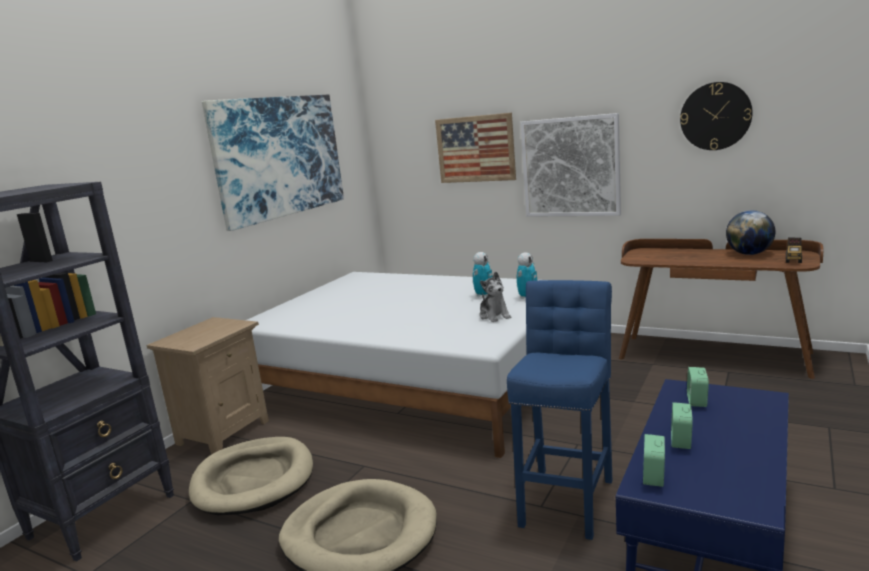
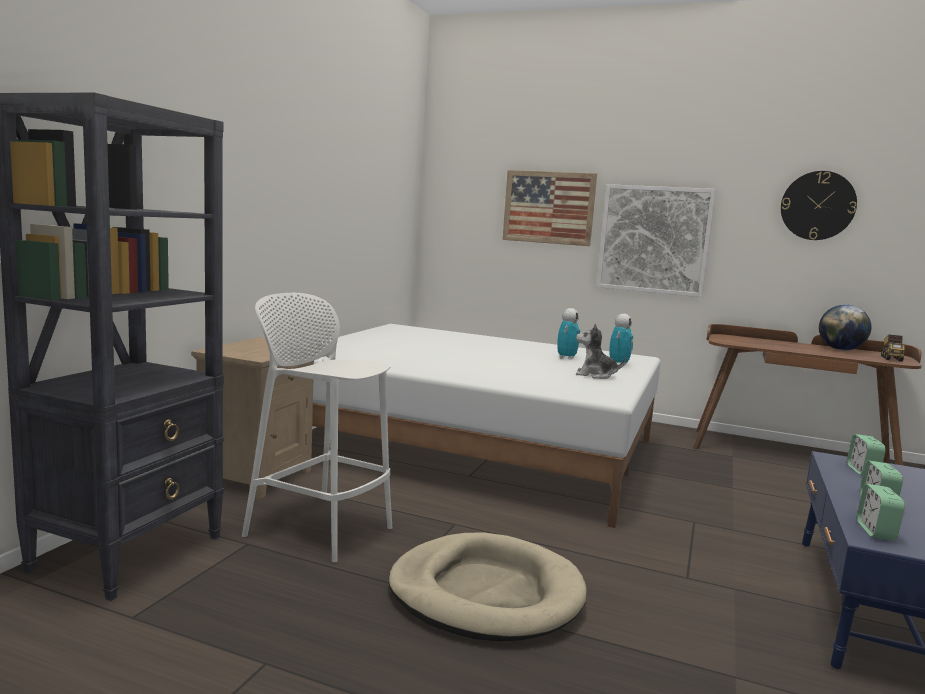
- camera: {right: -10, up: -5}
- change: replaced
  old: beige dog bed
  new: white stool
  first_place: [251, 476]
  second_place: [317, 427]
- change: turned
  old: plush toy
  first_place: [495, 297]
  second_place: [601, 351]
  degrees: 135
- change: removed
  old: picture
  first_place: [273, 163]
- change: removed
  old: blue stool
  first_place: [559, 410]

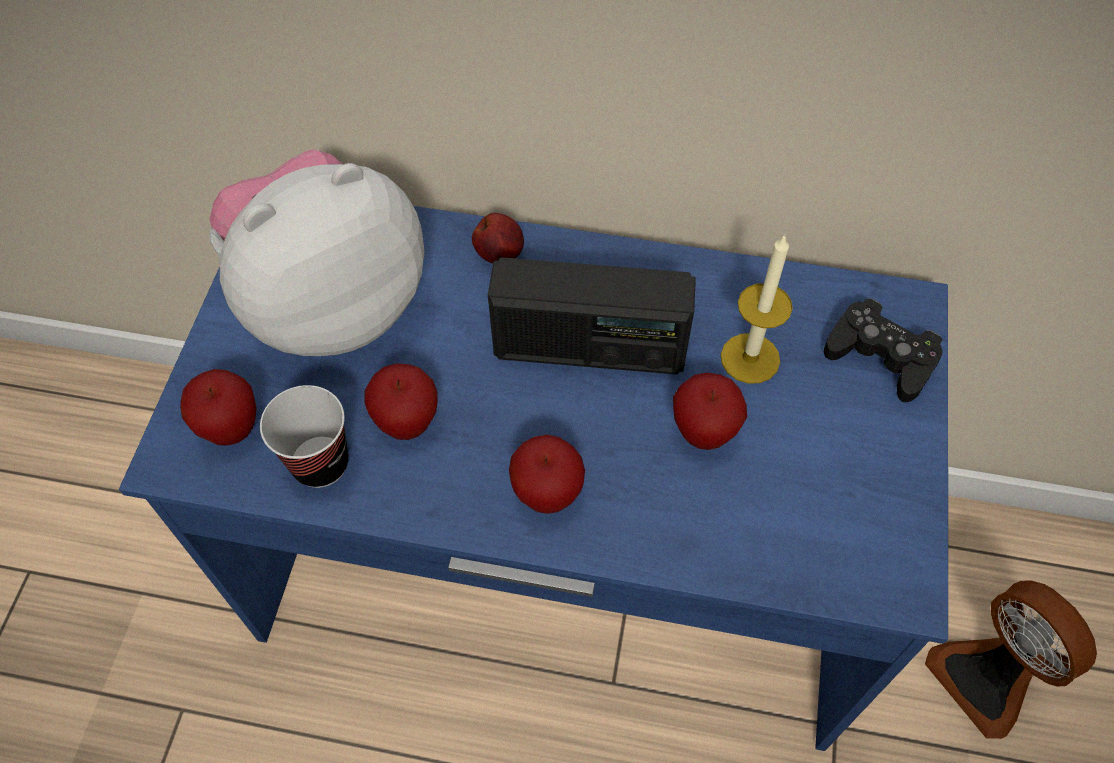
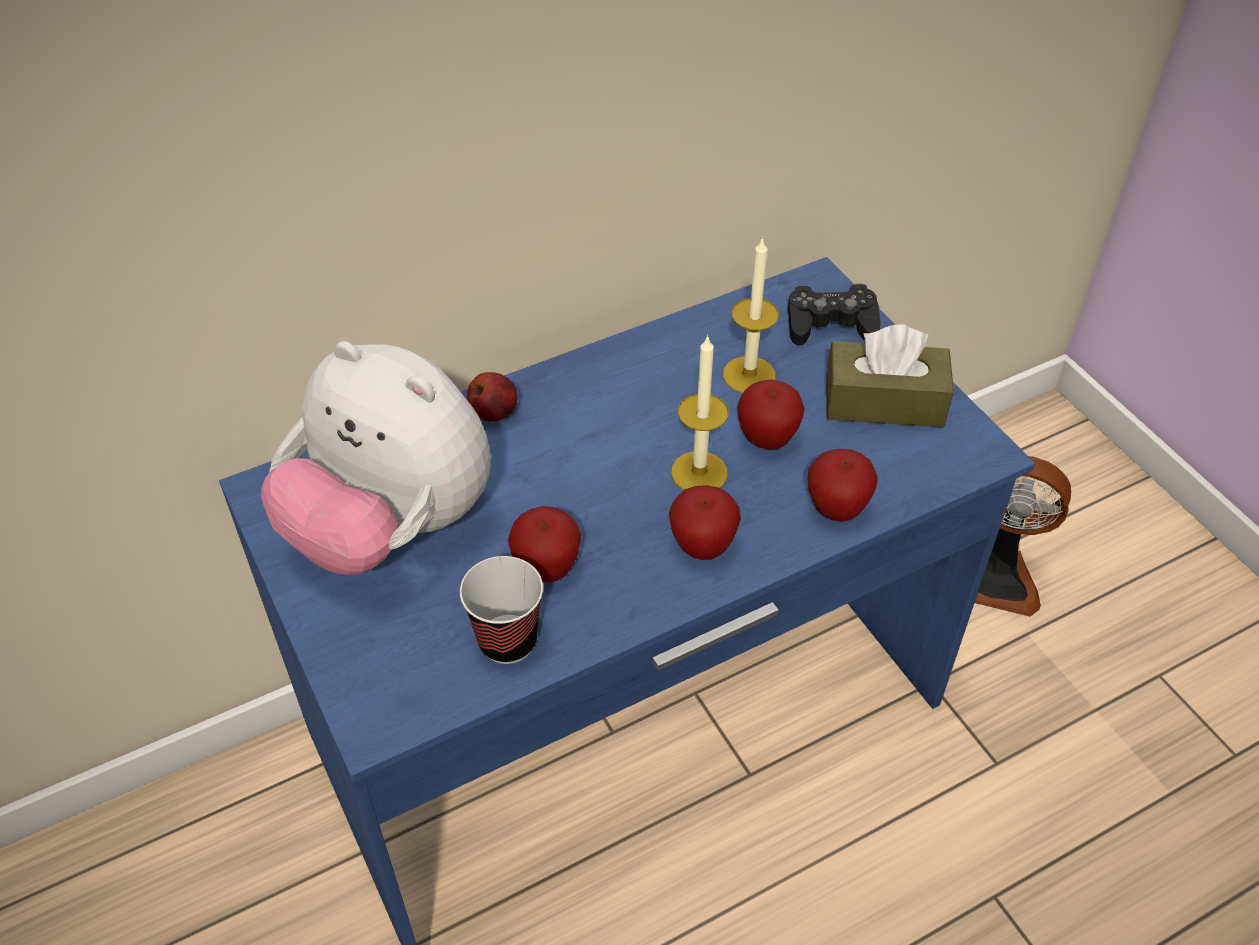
- camera: {right: -40, up: -10}
- change: turned
  old: plush toy
  first_place: [317, 252]
  second_place: [376, 458]
  degrees: -75
- change: added
  new: candle
  second_place: [699, 412]
- change: moved
  old: apple
  first_place: [218, 407]
  second_place: [843, 485]
- change: added
  new: brown tissue box
  second_place: [890, 376]
- change: removed
  old: radio
  first_place: [592, 316]

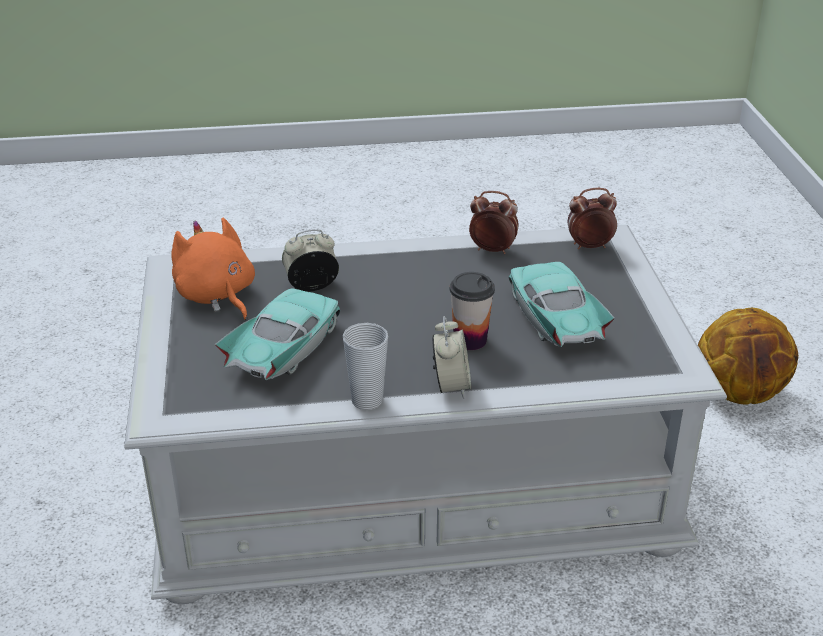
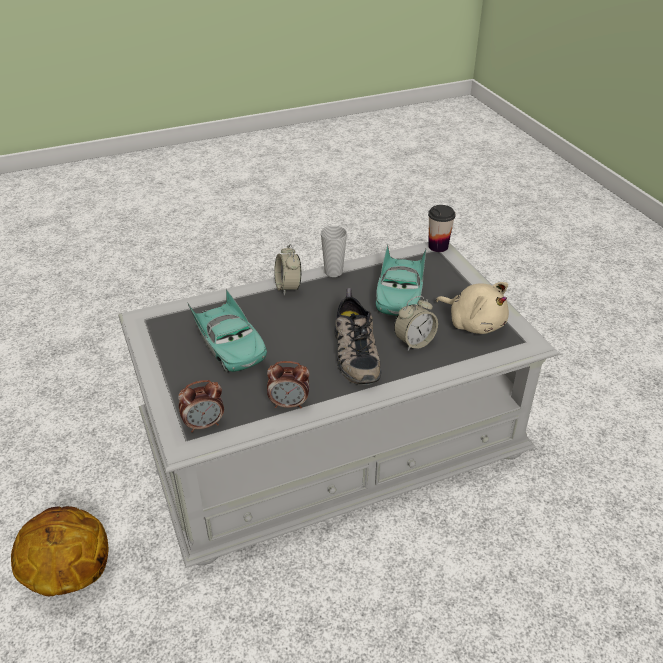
- camera: {right: 165, up: 5}
- change: added
  new: shoe
  second_place: [357, 336]
- change: moved
  old: cup
  first_place: [472, 311]
  second_place: [442, 228]
- change: recoloured
  old: orange plush toy
  new: beige plush toy
  first_place: [213, 269]
  second_place: [472, 308]

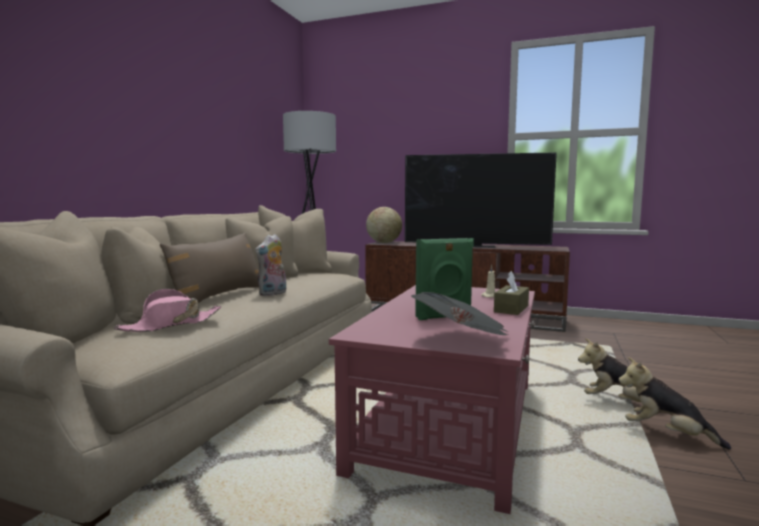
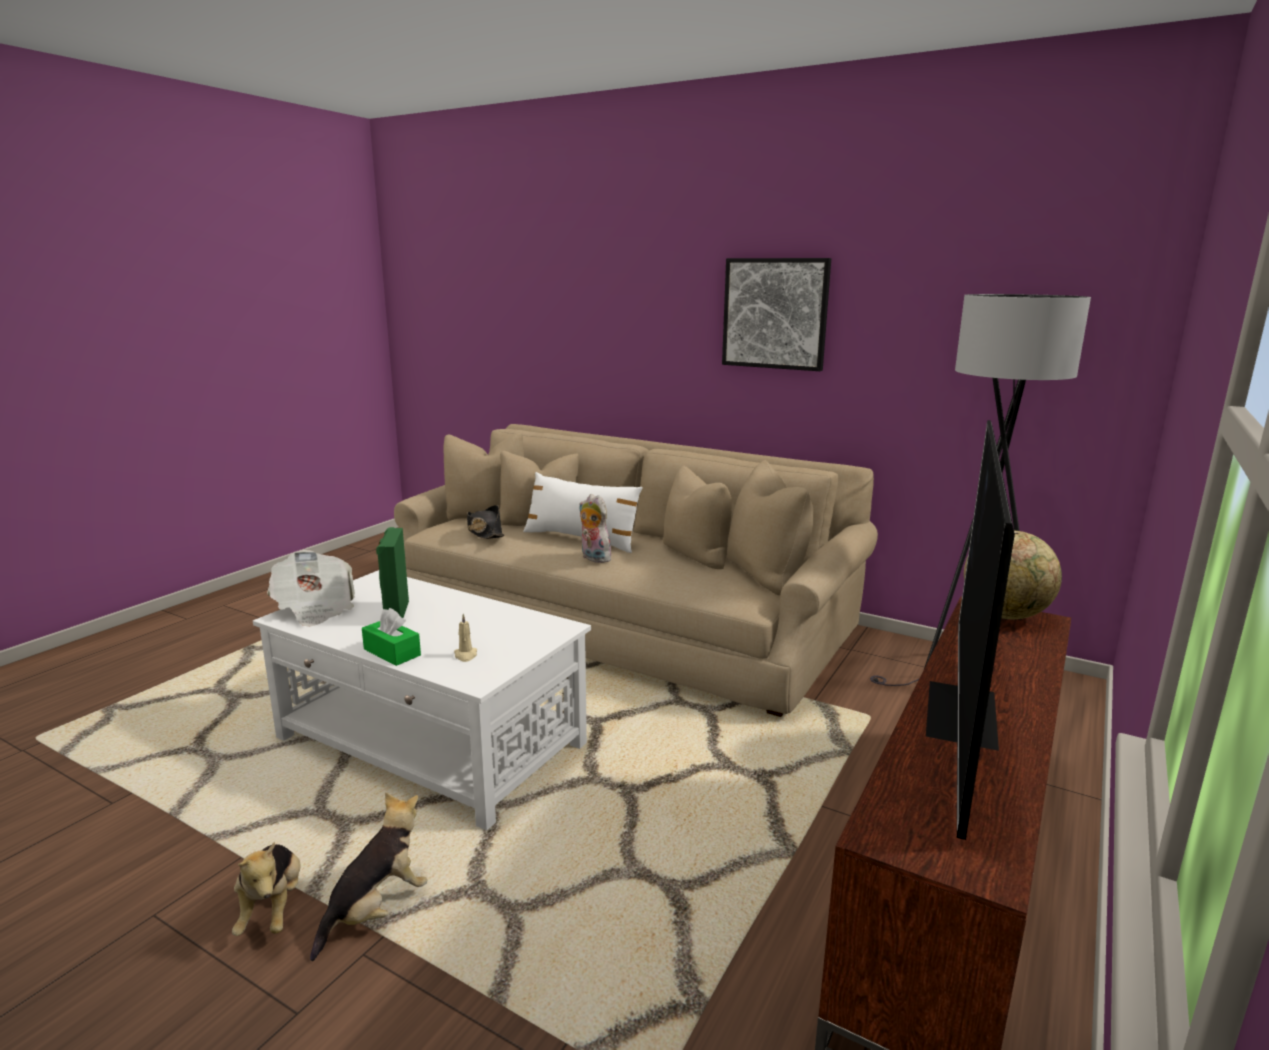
- camera: {right: 100, up: 10}
- change: turned
  old: plush toy
  first_place: [674, 403]
  second_place: [266, 889]
  degrees: 120
- change: recoloured
  old: red coffee table
  new: white coffee table
  first_place: [432, 399]
  second_place: [422, 700]
- change: recoloured
  old: brown tissue box
  new: green tissue box
  first_place: [511, 293]
  second_place: [391, 637]
- change: recoloured
  old: pink hat
  new: black hat
  first_place: [167, 310]
  second_place: [486, 522]
- change: recoloured
  old: brown pillow
  new: white pillow
  first_place: [209, 268]
  second_place: [583, 512]
- change: added
  new: picture
  second_place: [776, 314]

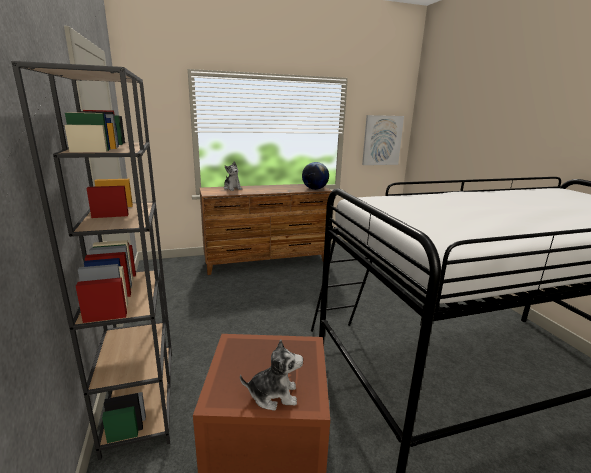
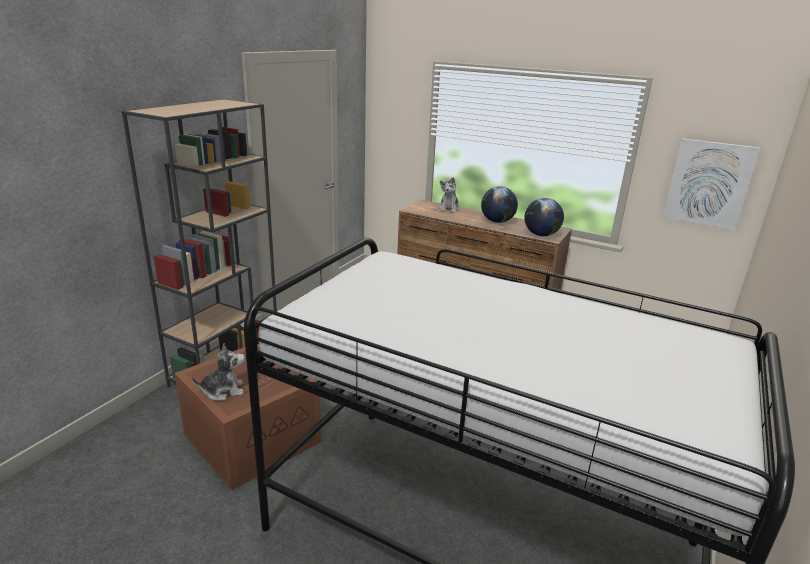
- camera: {right: 45, up: 5}
- change: turned
  old: plush toy
  first_place: [271, 375]
  second_place: [218, 372]
  degrees: -60
- change: added
  new: globe
  second_place: [499, 204]

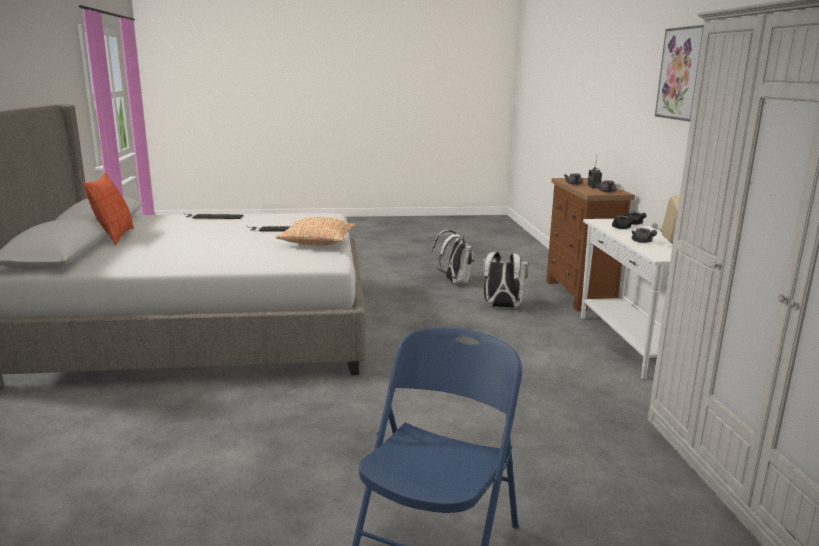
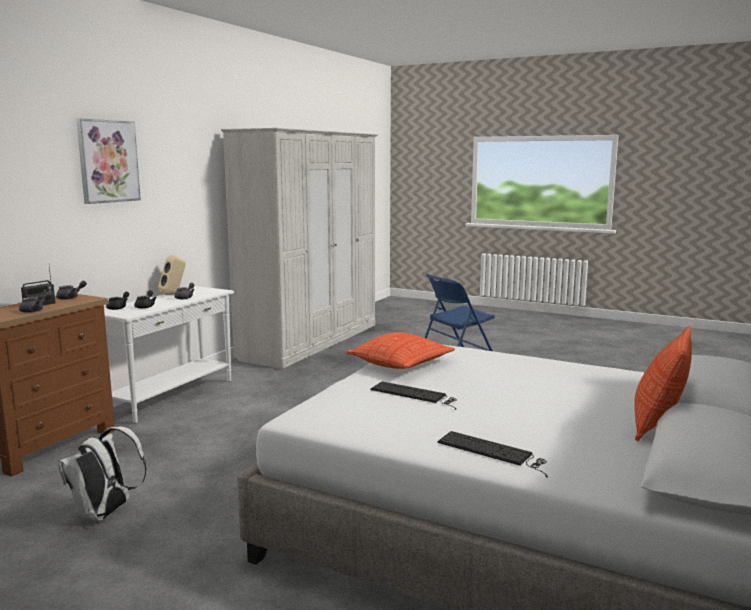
- camera: {right: -145, up: -5}
- change: recoloured
  old: beige pillow
  new: orange pillow
  first_place: [315, 231]
  second_place: [400, 350]
- change: removed
  old: white backpack
  first_place: [506, 280]

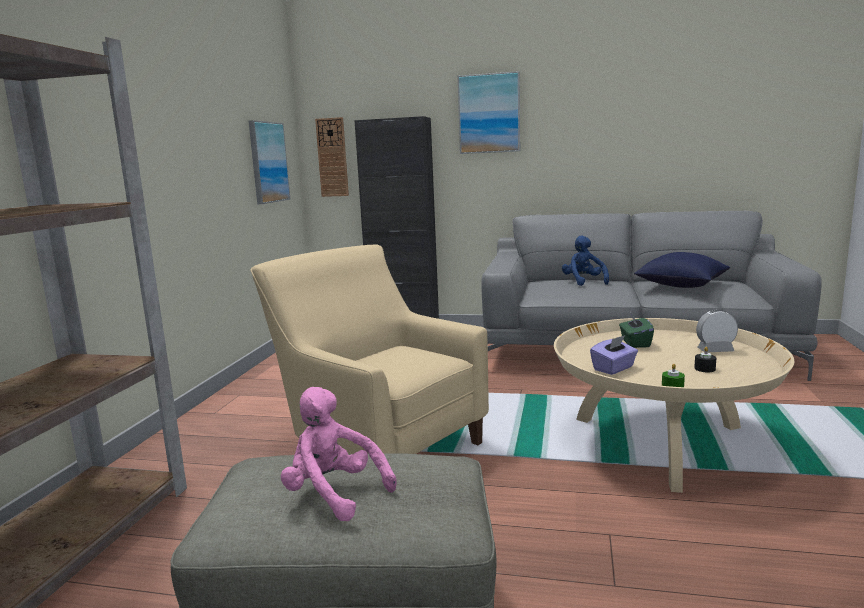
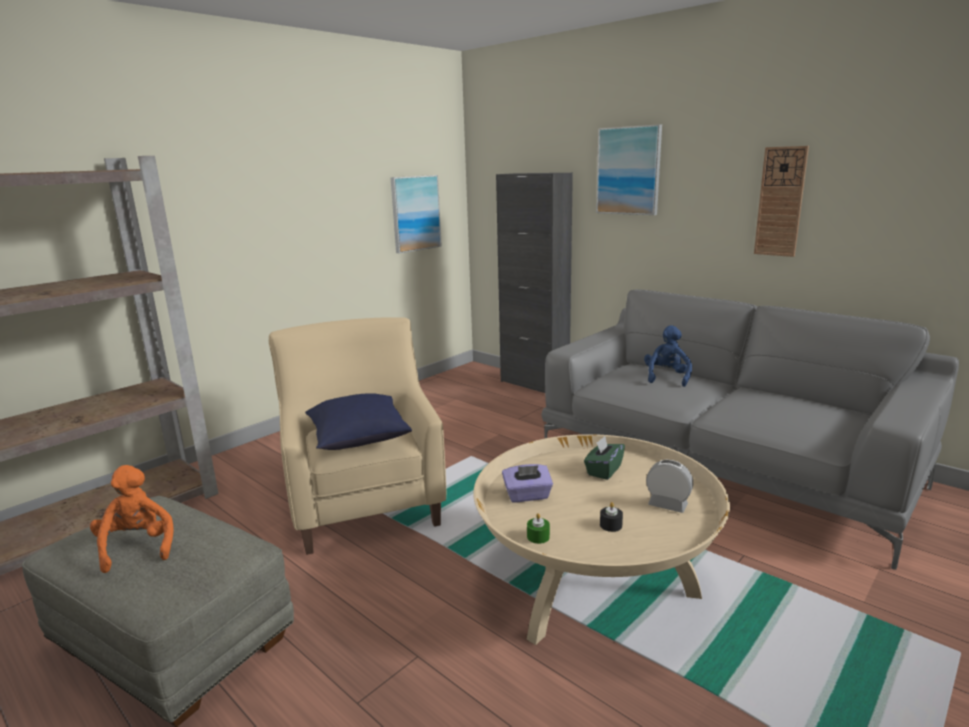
- camera: {right: 30, up: 5}
- change: recoloured
  old: pink plush toy
  new: orange plush toy
  first_place: [339, 454]
  second_place: [132, 519]
- change: moved
  old: blue pillow
  first_place: [682, 270]
  second_place: [358, 421]
- change: moved
  old: wall clock
  first_place: [332, 157]
  second_place: [781, 201]

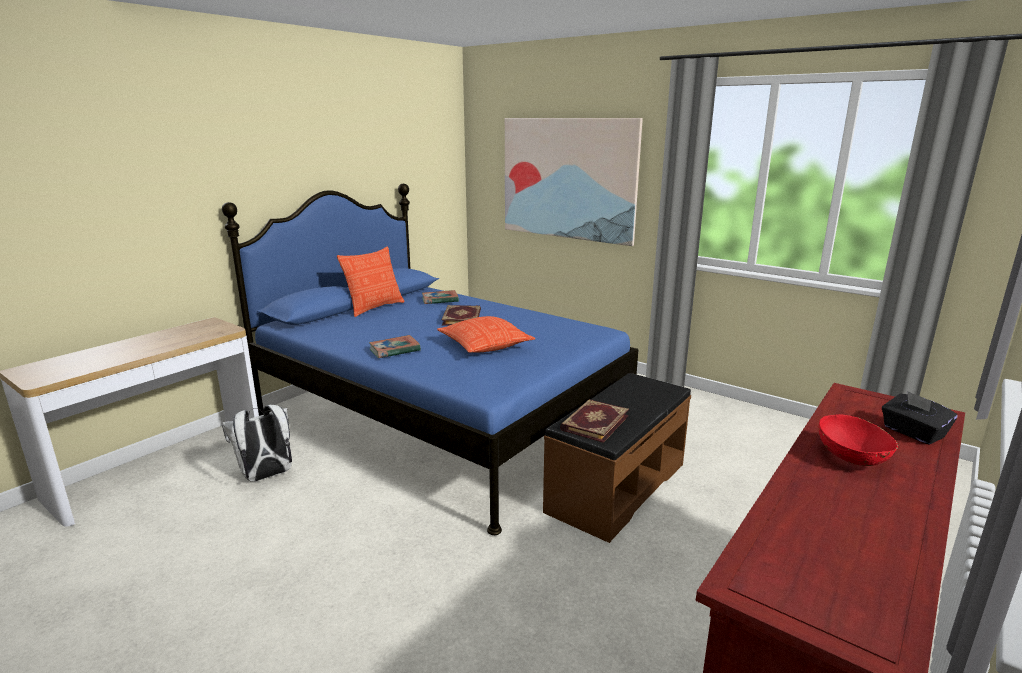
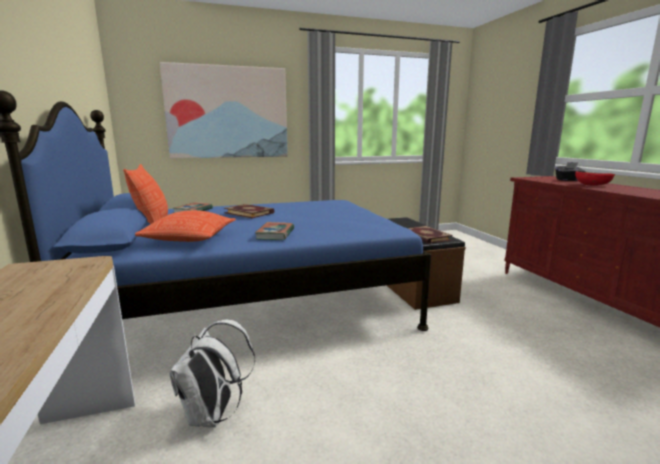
- camera: {right: -55, up: -5}
- change: moved
  old: orange pillow
  first_place: [486, 334]
  second_place: [185, 226]

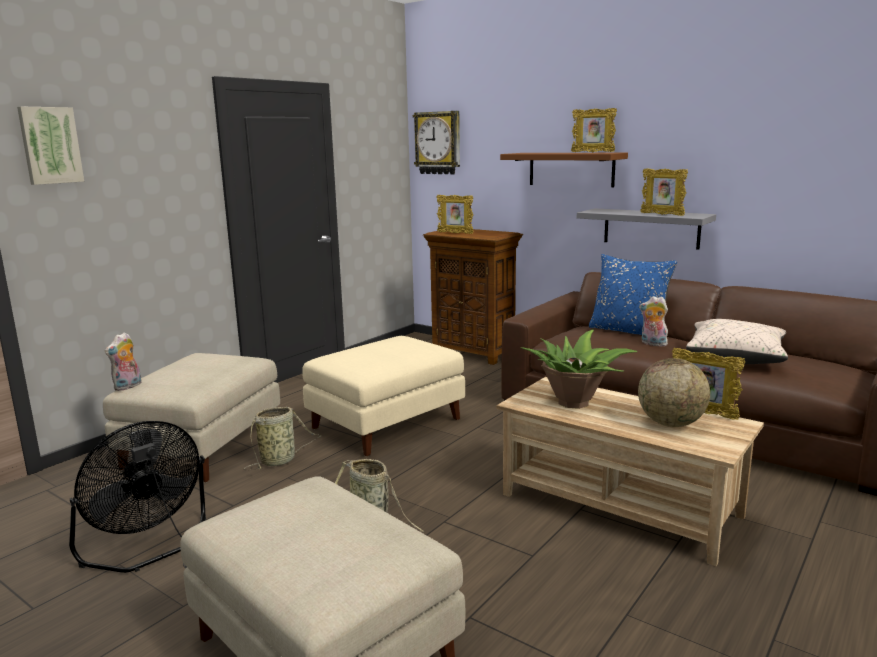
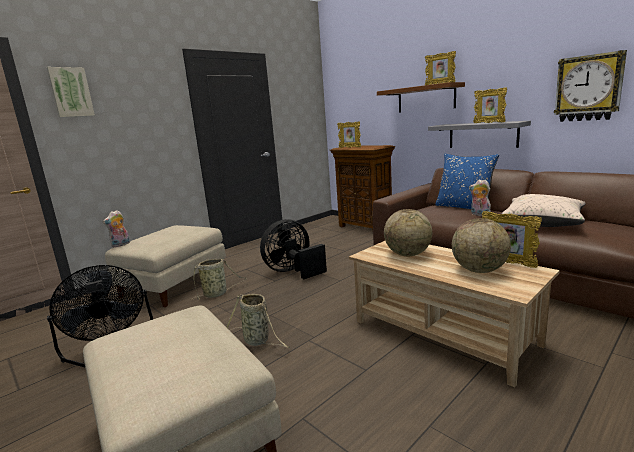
- camera: {right: 10, up: 0}
- change: replaced
  old: beige ottoman
  new: black fan
  first_place: [383, 396]
  second_place: [293, 249]
- change: replaced
  old: potted plant
  new: globe
  first_place: [578, 369]
  second_place: [408, 232]
- change: moved
  old: wall clock
  first_place: [436, 142]
  second_place: [590, 86]

